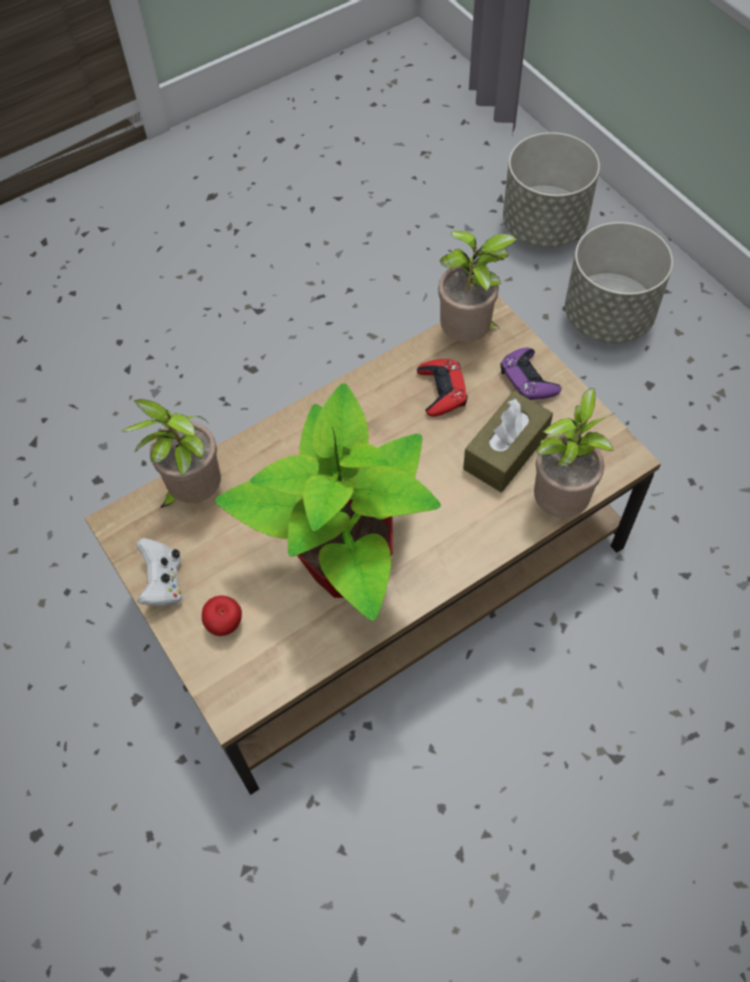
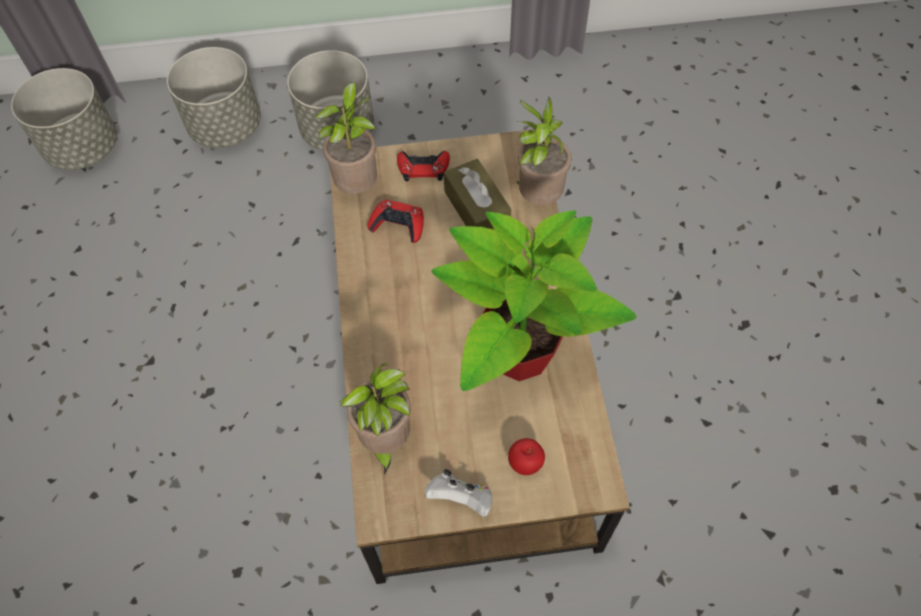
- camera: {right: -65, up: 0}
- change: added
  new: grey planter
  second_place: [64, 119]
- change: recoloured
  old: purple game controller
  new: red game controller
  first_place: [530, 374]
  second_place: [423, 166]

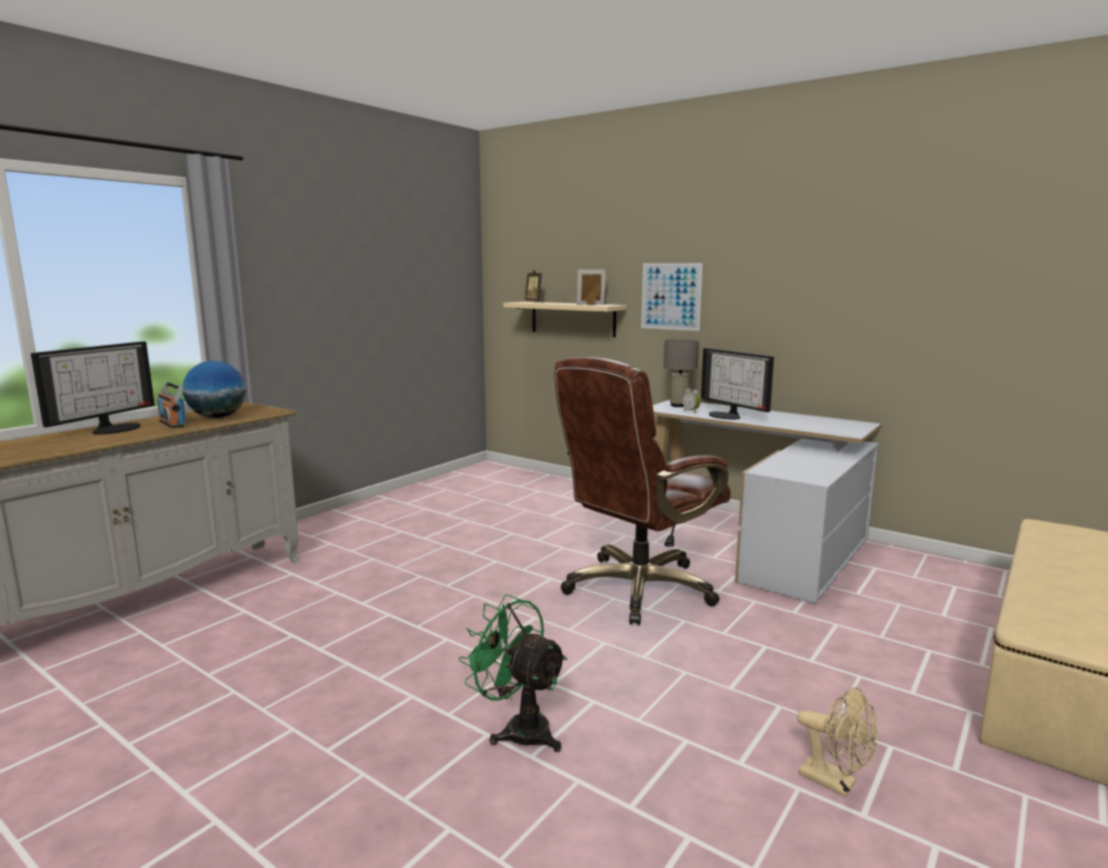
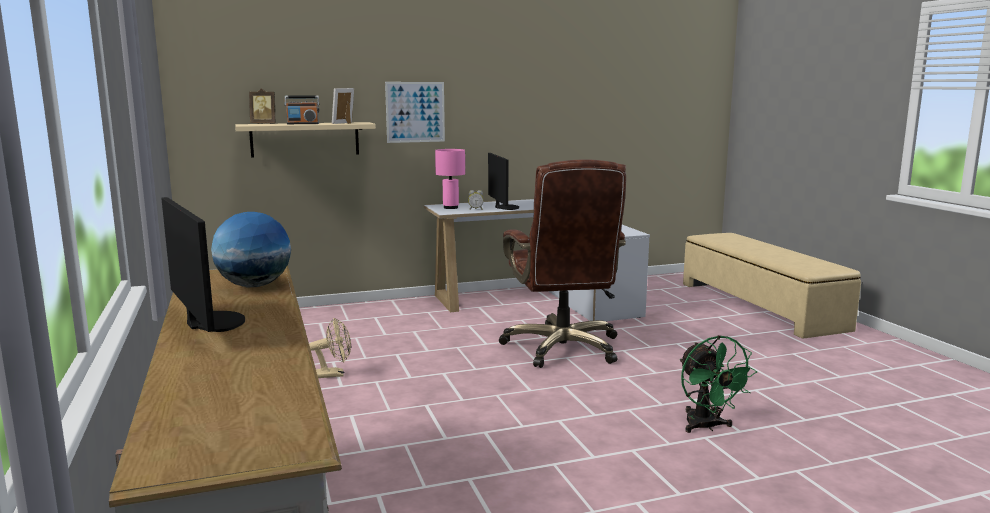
- camera: {right: -55, up: 0}
- change: moved
  old: radio
  first_place: [171, 405]
  second_place: [301, 109]
- change: moved
  old: beige fan
  first_place: [837, 742]
  second_place: [330, 348]
- change: recoloured
  old: grey table lamp
  new: pink table lamp
  first_place: [681, 373]
  second_place: [450, 179]
- change: turned
  old: monitor
  first_place: [737, 383]
  second_place: [503, 181]
  degrees: -105
- change: turned
  old: green fan
  first_place: [513, 673]
  second_place: [718, 384]
  degrees: -90

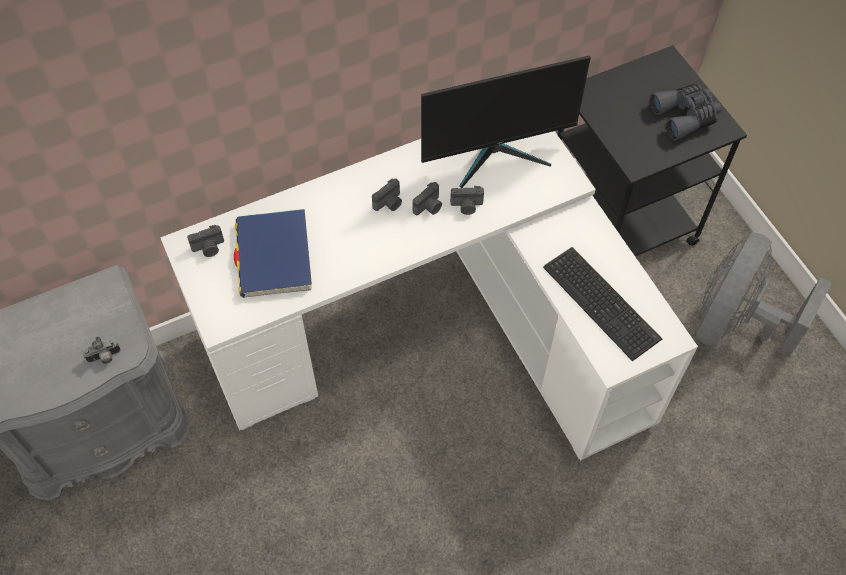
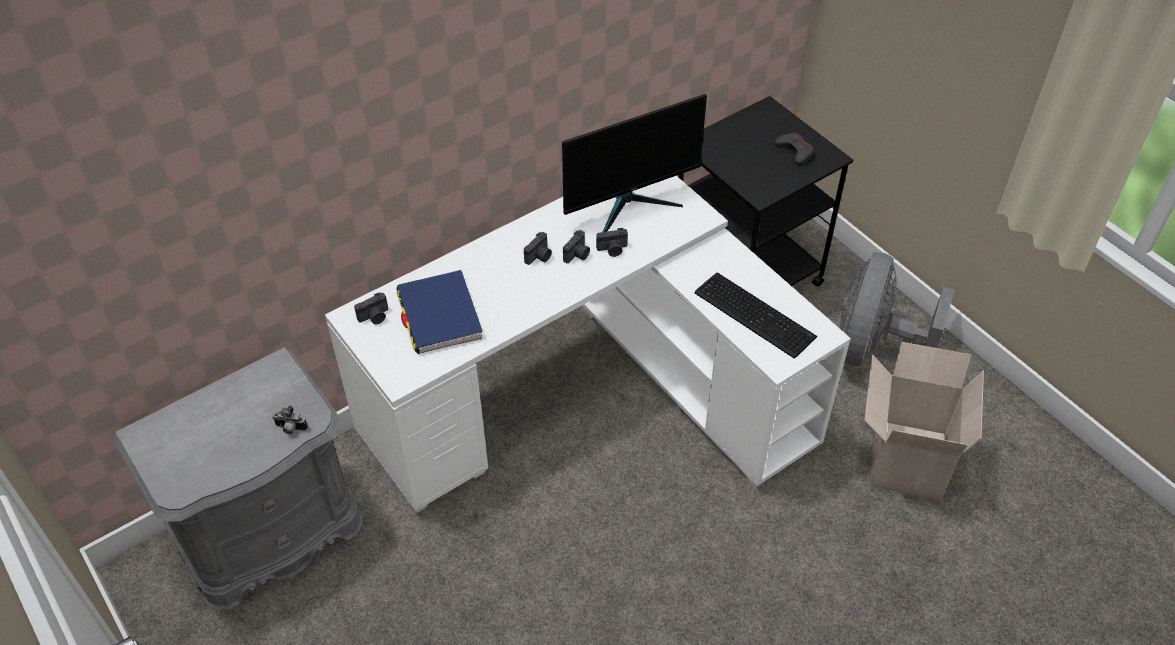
- camera: {right: -10, up: -10}
- change: turned
  old: photo camera
  first_place: [101, 350]
  second_place: [290, 419]
  degrees: 45
- change: replaced
  old: grey binoculars
  new: grey game controller
  first_place: [686, 112]
  second_place: [794, 149]
- change: added
  new: cardboard box
  second_place: [924, 421]

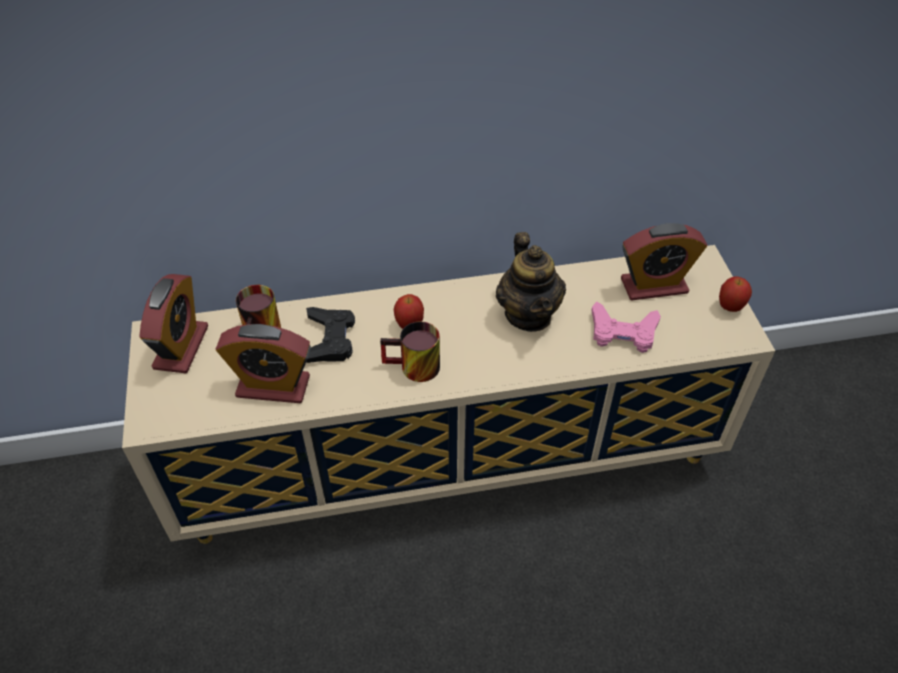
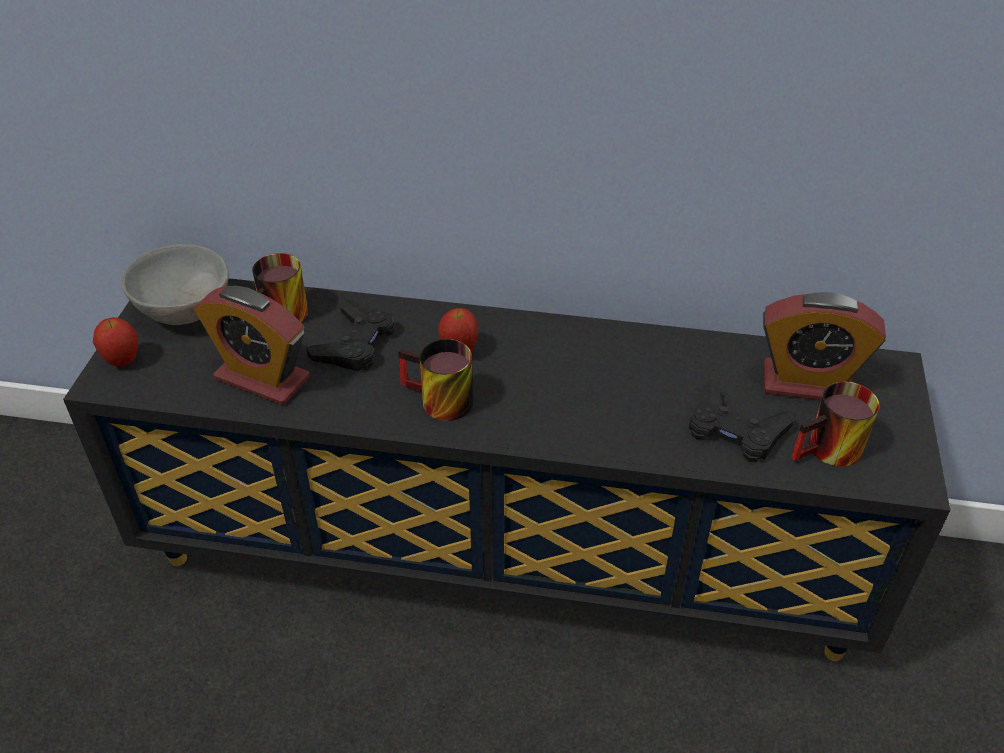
- camera: {right: 20, up: -5}
- change: recoloured
  old: beige tv stand
  new: black tv stand
  first_place: [448, 394]
  second_place: [506, 469]
- change: moved
  old: apple
  first_place: [735, 294]
  second_place: [115, 341]
- change: replaced
  old: alarm clock
  new: grey bowl
  first_place: [173, 323]
  second_place: [175, 284]
- change: recoloured
  old: pink game controller
  new: black game controller
  first_place: [626, 327]
  second_place: [741, 421]
- change: added
  new: mug
  second_place: [835, 424]
- change: removed
  old: teapot
  first_place: [531, 282]

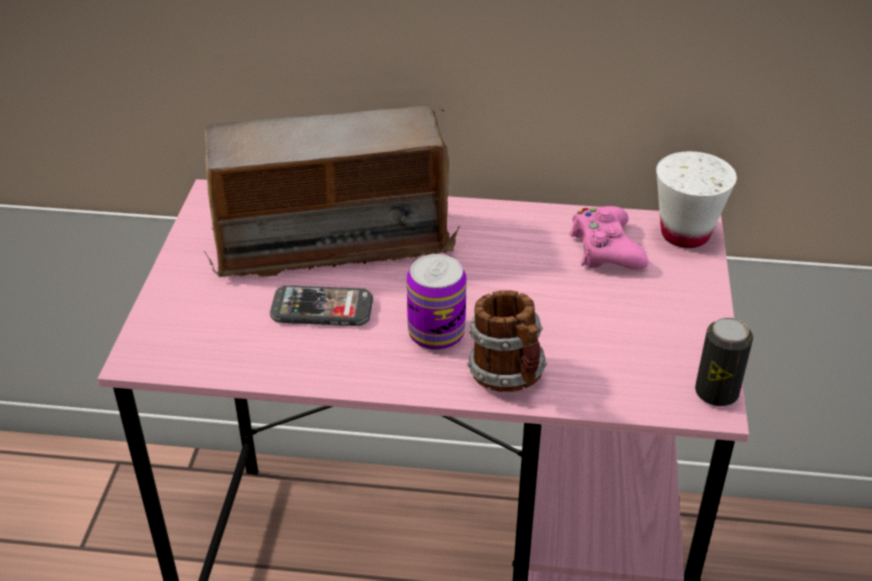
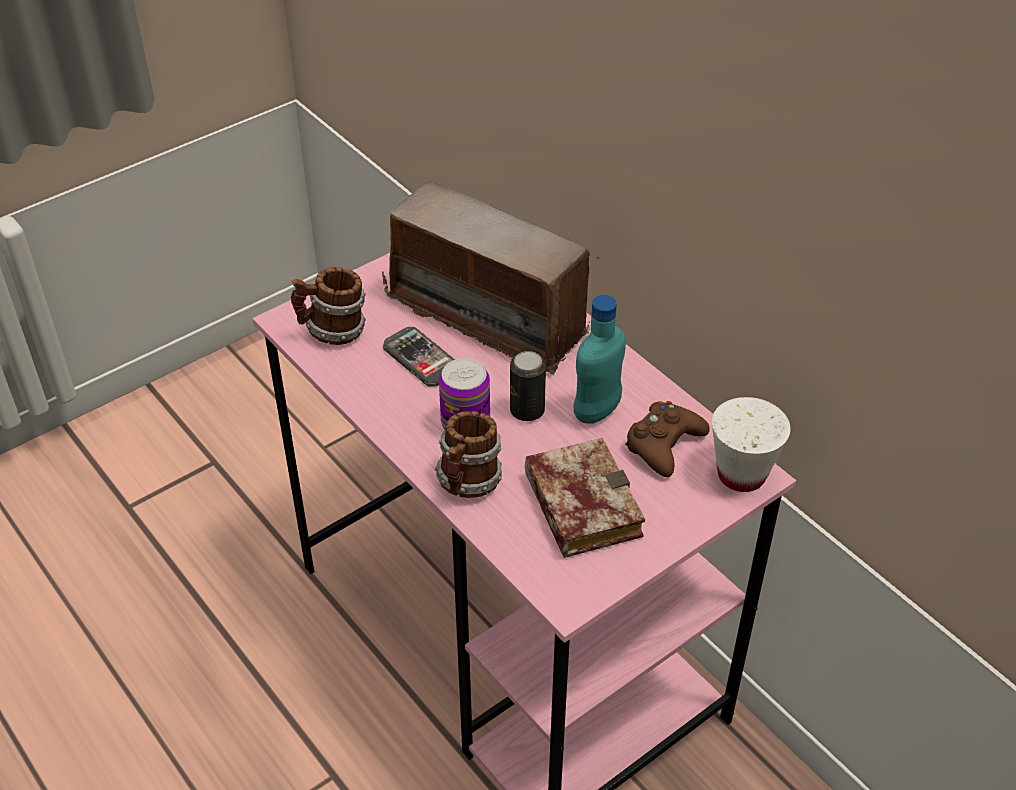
- camera: {right: 45, up: 5}
- change: added
  new: mug
  second_place: [328, 306]
- change: moved
  old: can
  first_place: [724, 361]
  second_place: [528, 386]
- change: added
  new: book
  second_place: [585, 498]
- change: added
  new: turquoise bottle
  second_place: [599, 359]
- change: recoloured
  old: pink game controller
  new: brown game controller
  first_place: [608, 237]
  second_place: [667, 439]

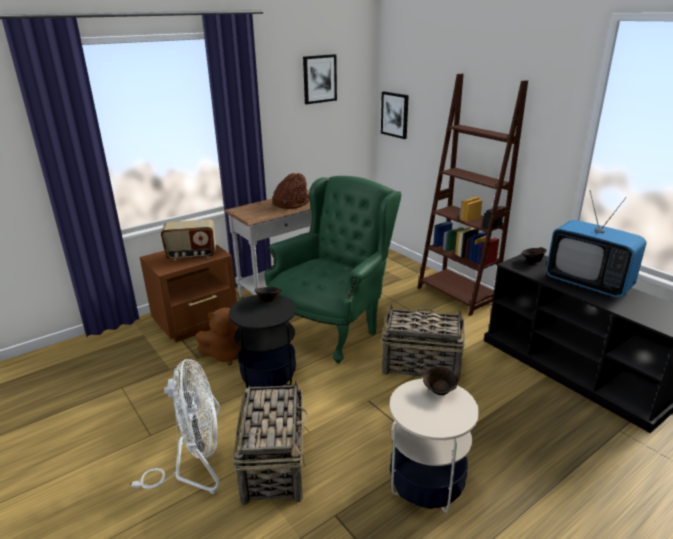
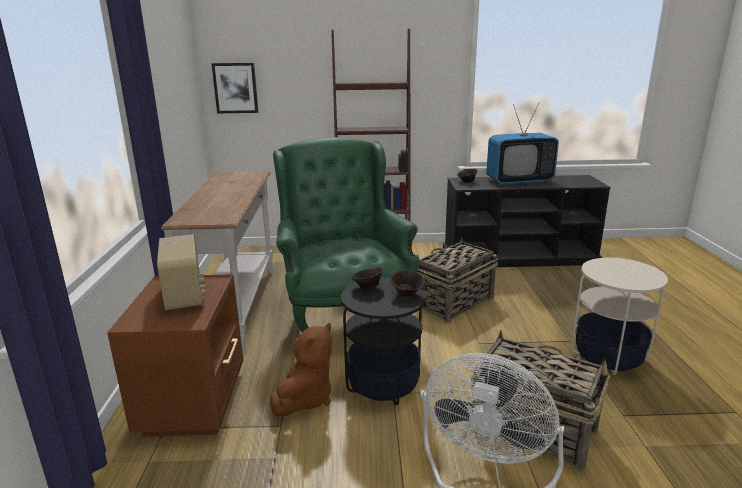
- camera: {right: -55, up: -5}
- change: turned
  old: radio
  first_place: [188, 240]
  second_place: [181, 272]
  degrees: -45
- change: moved
  old: brown bowl
  first_place: [440, 380]
  second_place: [407, 283]
- change: removed
  old: brown hat
  first_place: [290, 191]
- change: removed
  old: picture
  first_place: [320, 79]

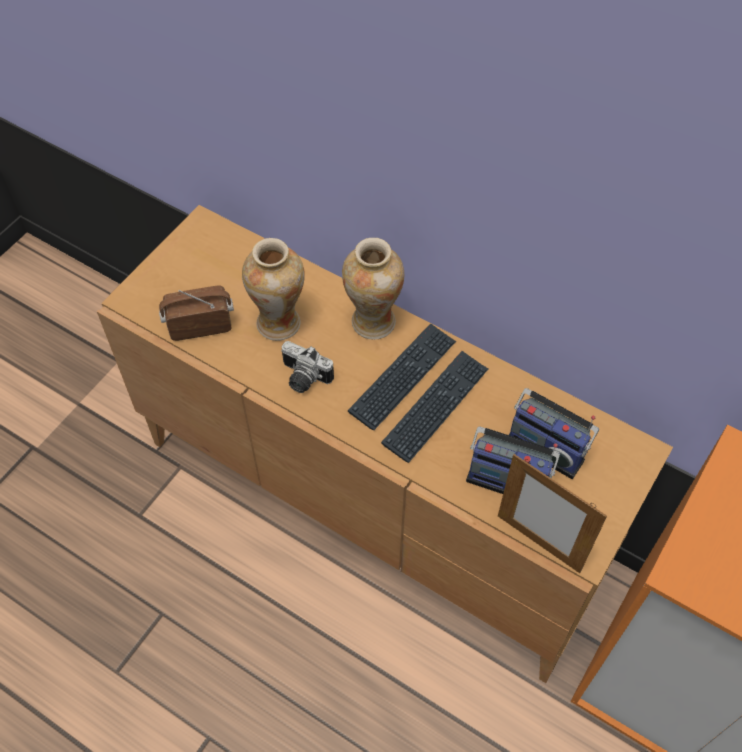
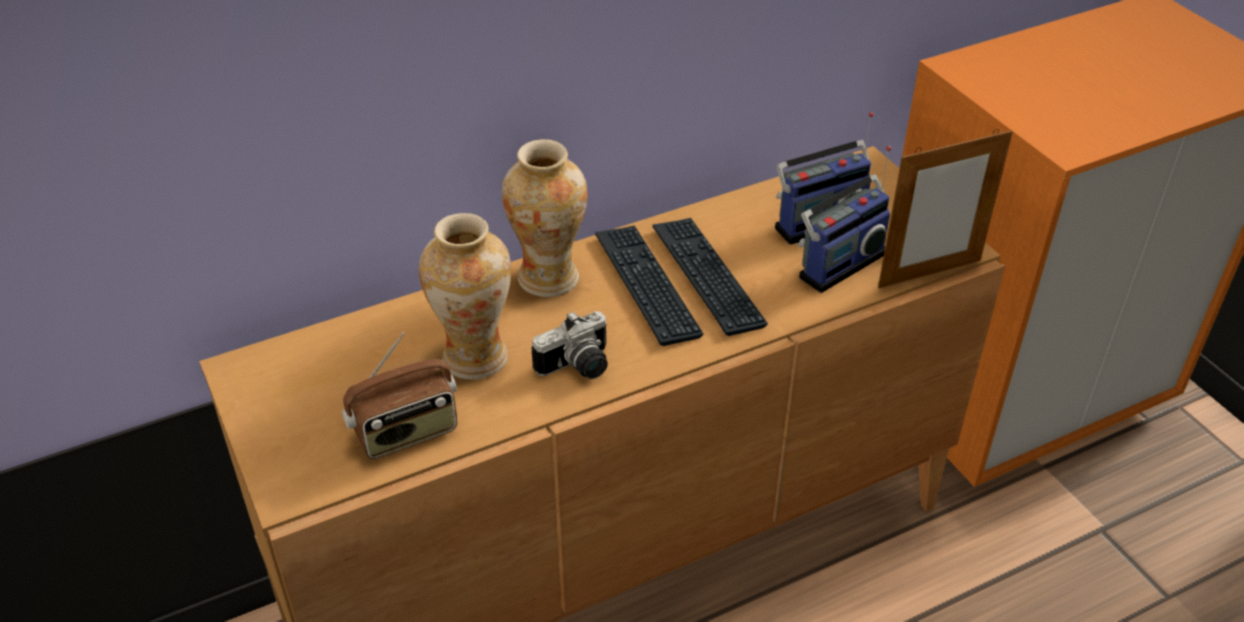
- camera: {right: -60, up: -15}
- change: turned
  old: radio
  first_place: [196, 313]
  second_place: [399, 395]
  degrees: -135

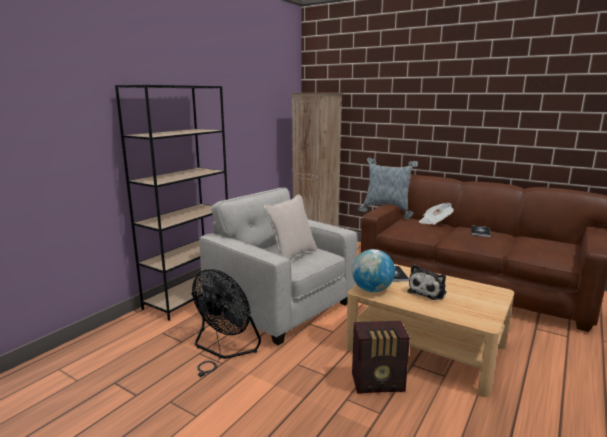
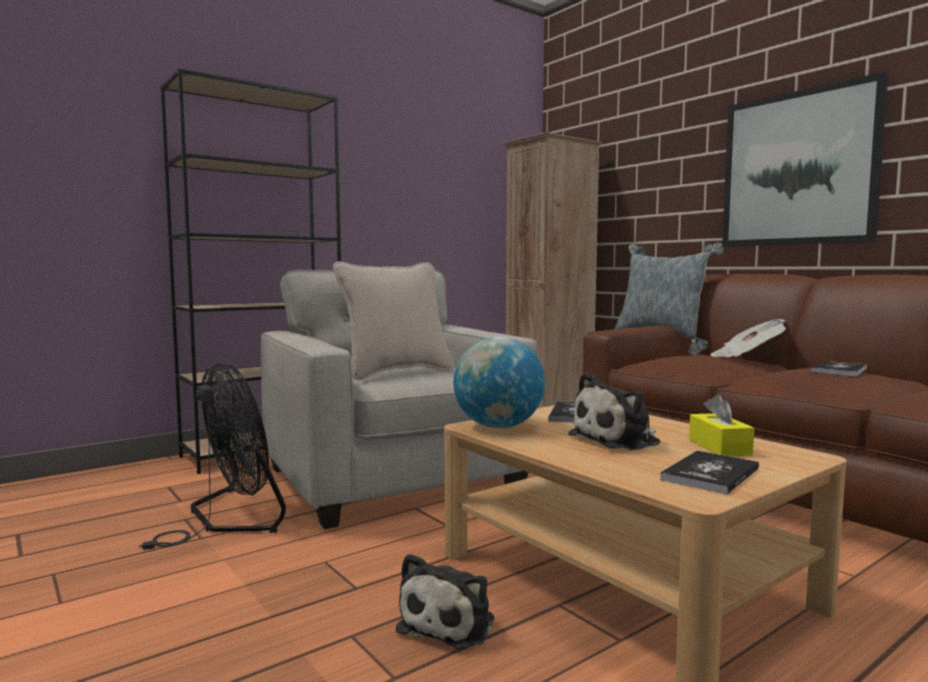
- camera: {right: 20, up: -10}
- change: replaced
  old: radio
  new: plush toy
  first_place: [381, 357]
  second_place: [445, 601]
- change: added
  new: book
  second_place: [709, 473]
- change: added
  new: yellow tissue box
  second_place: [721, 425]
- change: added
  new: picture
  second_place: [805, 159]

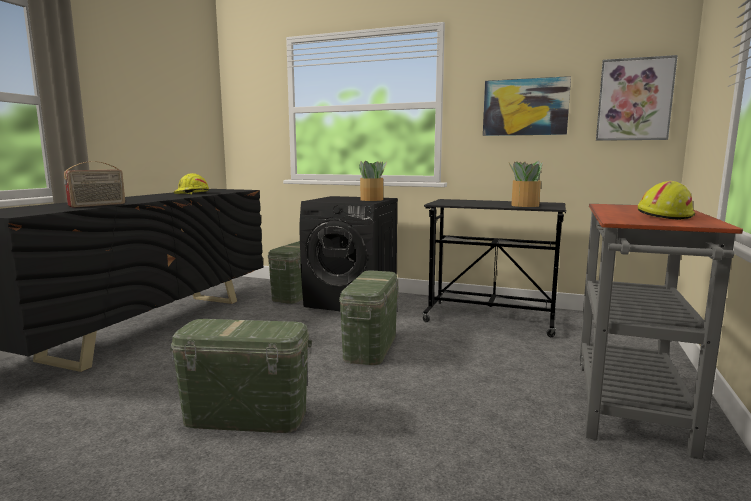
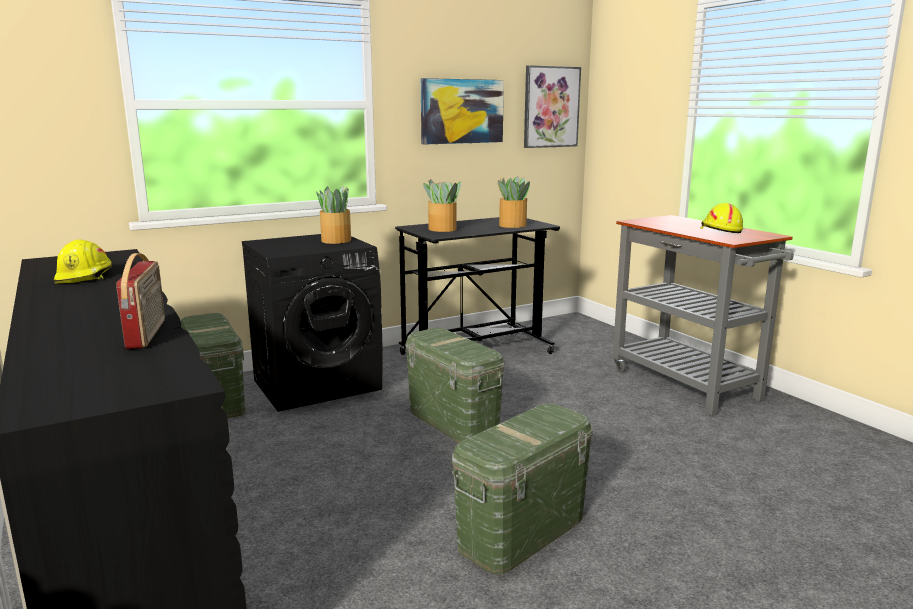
- camera: {right: -50, up: 5}
- change: added
  new: potted plant
  second_place: [442, 205]

